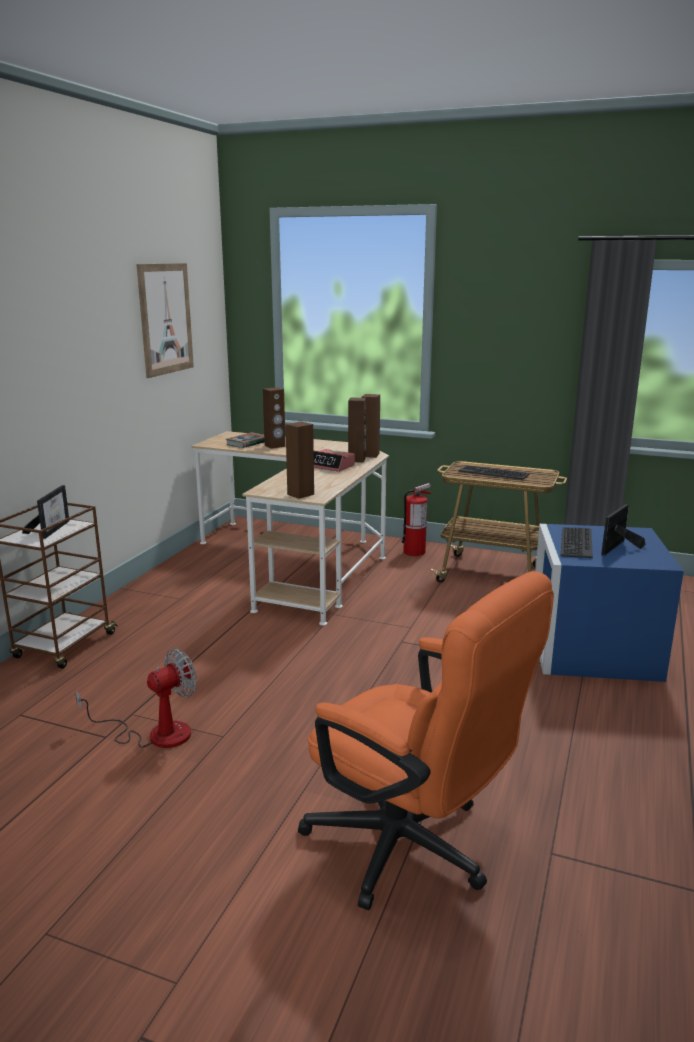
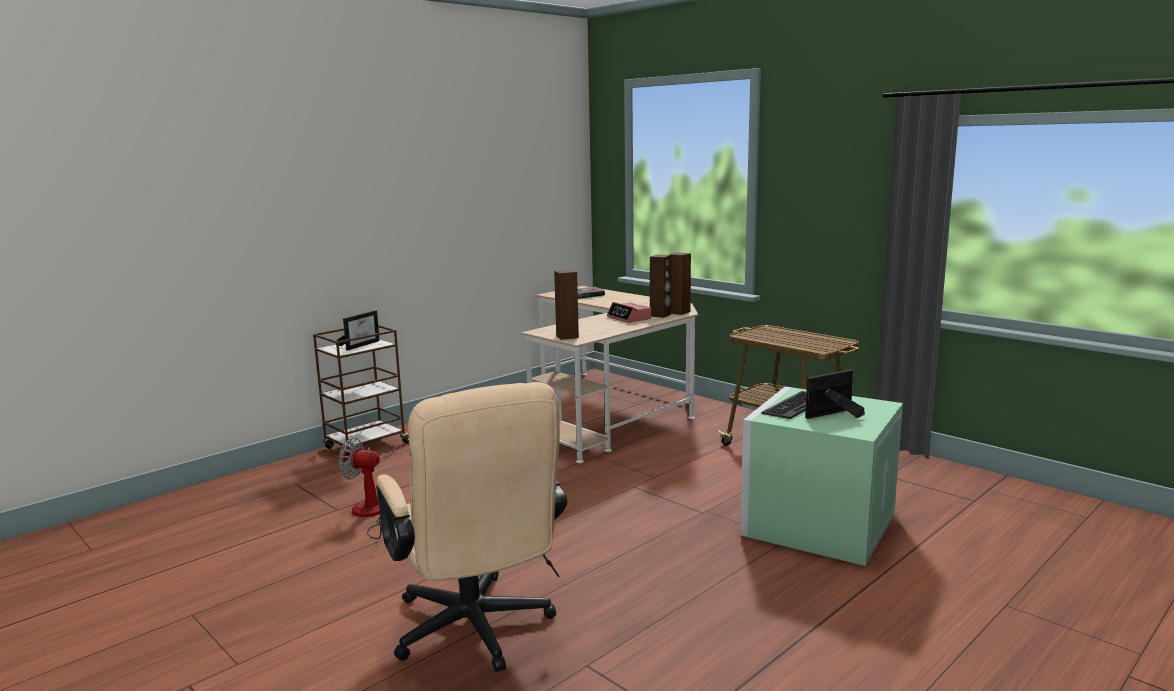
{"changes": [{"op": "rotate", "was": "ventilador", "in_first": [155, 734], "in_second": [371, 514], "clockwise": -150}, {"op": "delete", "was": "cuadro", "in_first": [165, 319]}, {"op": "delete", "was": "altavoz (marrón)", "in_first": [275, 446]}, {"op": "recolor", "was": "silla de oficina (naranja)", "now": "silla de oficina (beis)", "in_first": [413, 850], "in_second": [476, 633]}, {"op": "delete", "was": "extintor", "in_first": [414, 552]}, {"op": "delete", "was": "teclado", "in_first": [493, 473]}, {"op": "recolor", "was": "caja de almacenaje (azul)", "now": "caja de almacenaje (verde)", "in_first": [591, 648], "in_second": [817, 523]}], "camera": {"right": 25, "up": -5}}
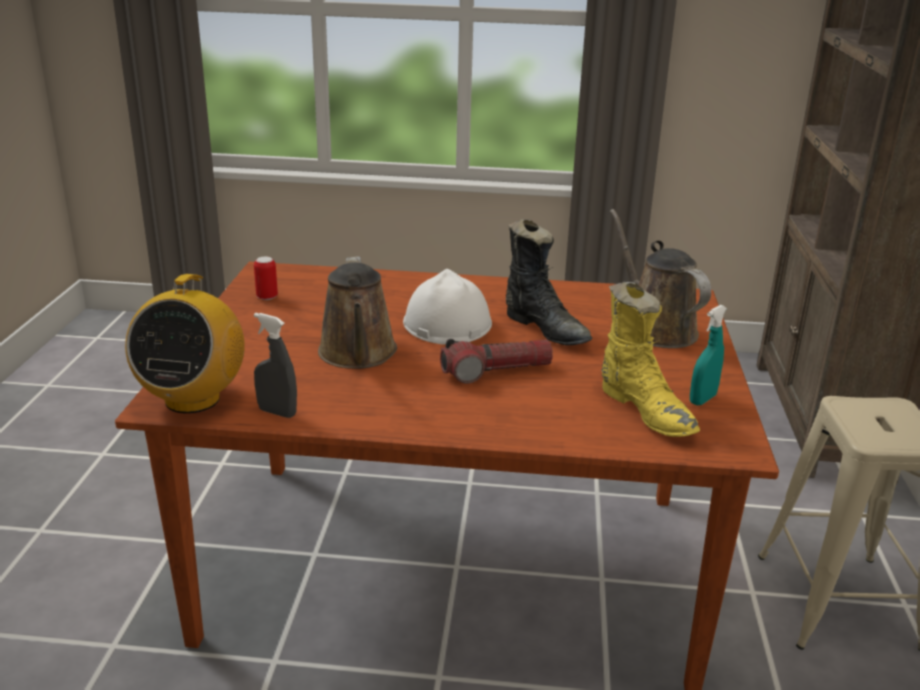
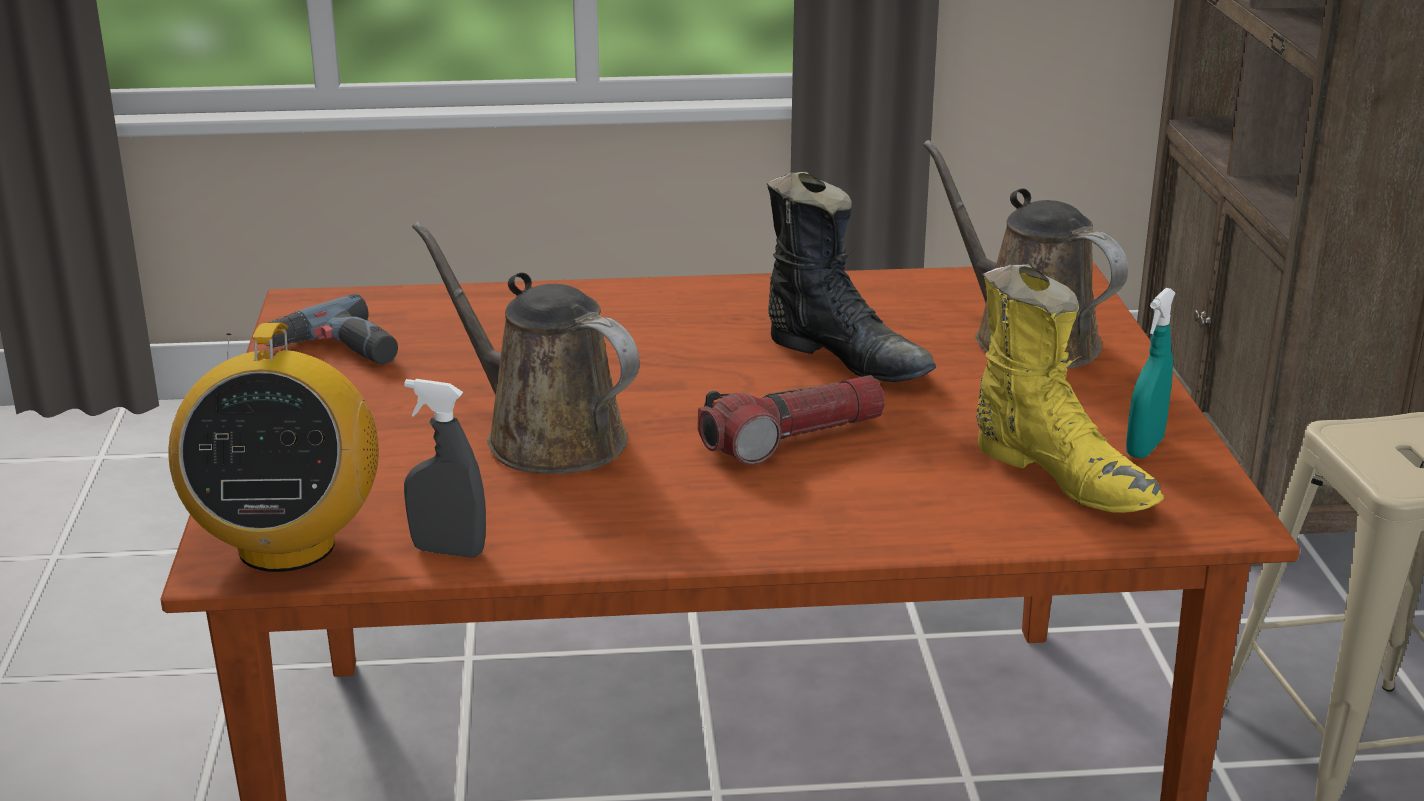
{"changes": [{"op": "replace", "was": "lata", "now": "taladro", "in_first": [267, 297], "in_second": [335, 351]}, {"op": "rotate", "was": "regadera (marrón)", "in_first": [358, 355], "in_second": [545, 436], "clockwise": 150}, {"op": "delete", "was": "casco (blanco)", "in_first": [447, 323]}], "camera": {"right": -10, "up": 0}}
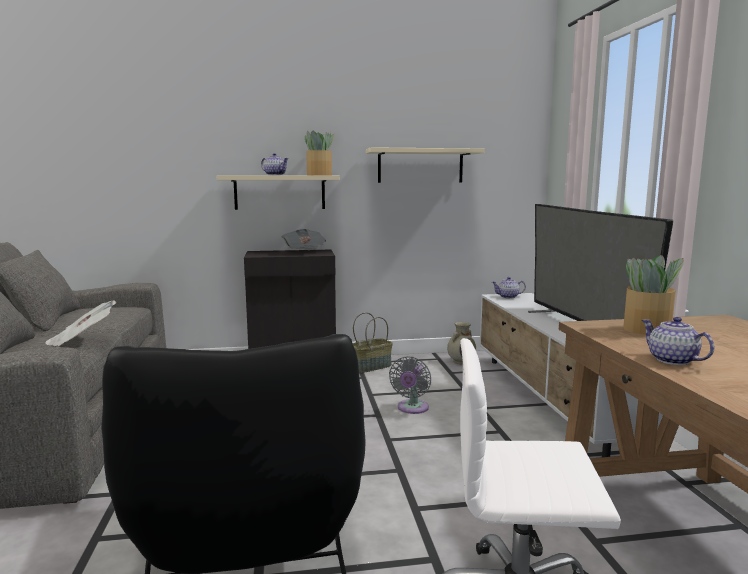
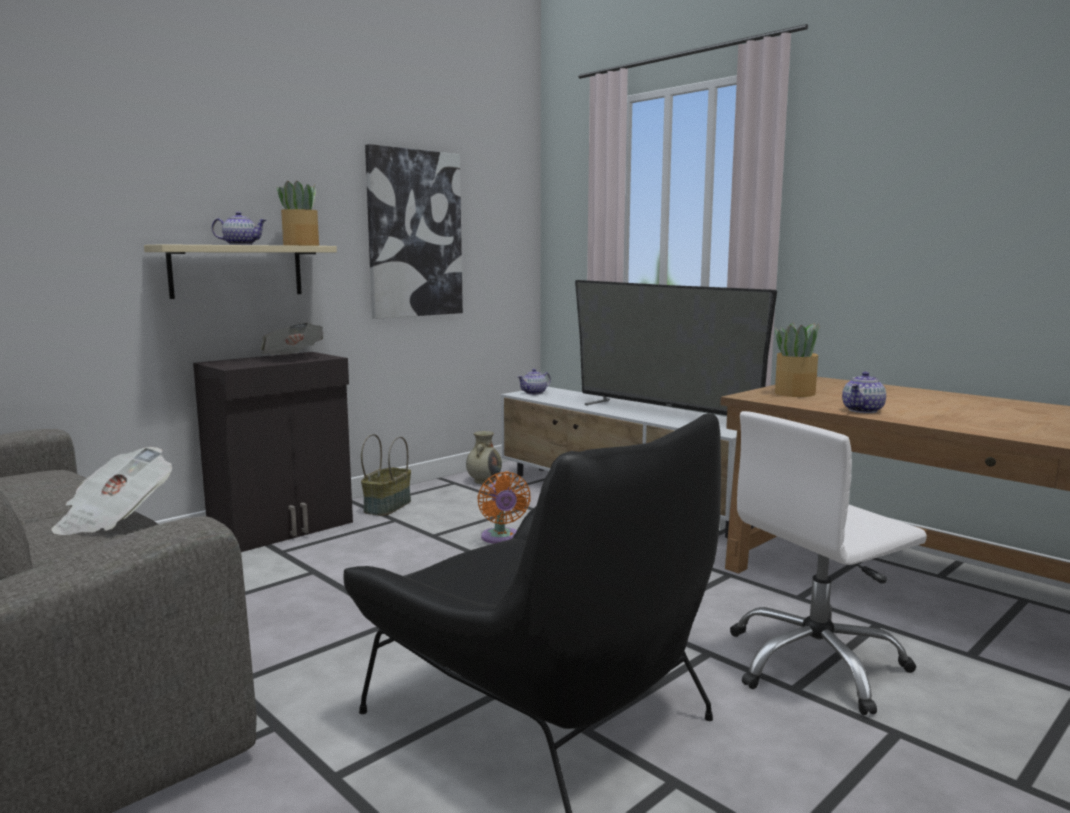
{"changes": [{"op": "replace", "was": "estante (beis)", "now": "cuadro", "in_first": [420, 166], "in_second": [414, 234]}, {"op": "recolor", "was": "ventilador (gris)", "now": "ventilador (naranja)", "in_first": [412, 408], "in_second": [501, 538]}, {"op": "rotate", "was": "tetera", "in_first": [672, 360], "in_second": [863, 410], "clockwise": -75}], "camera": {"right": -35, "up": 0}}
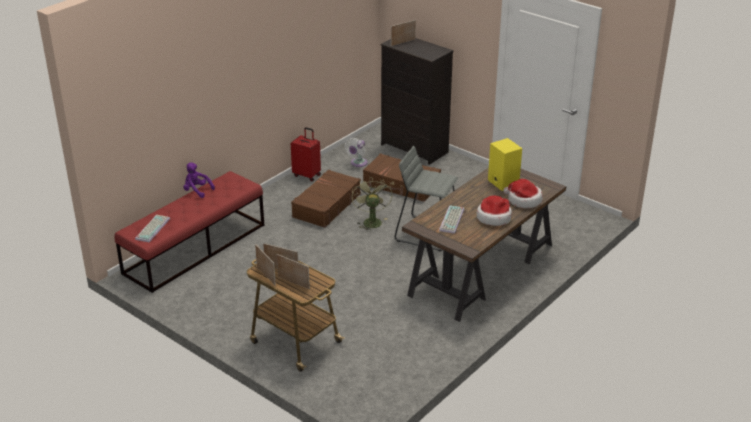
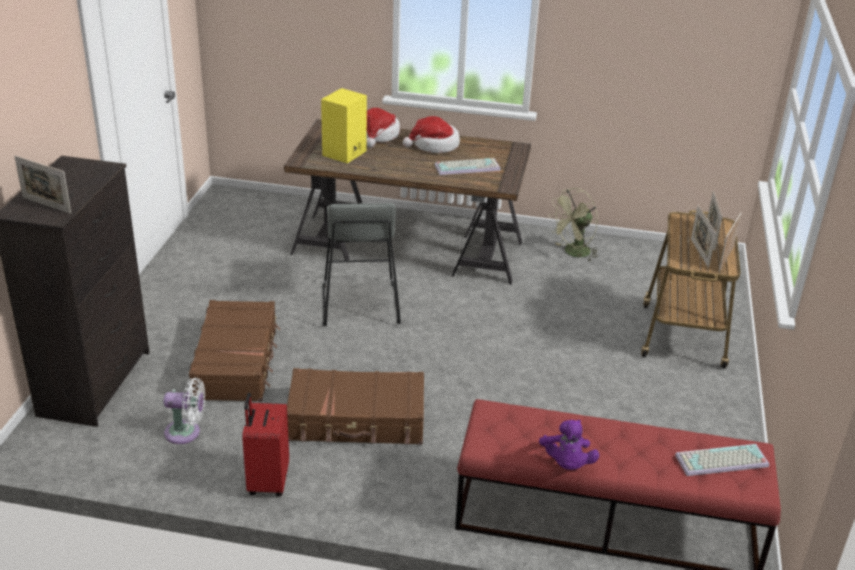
{"changes": [{"op": "move", "was": "ventilador (verde)", "in_first": [371, 221], "in_second": [573, 253]}], "camera": {"right": -120, "up": 0}}
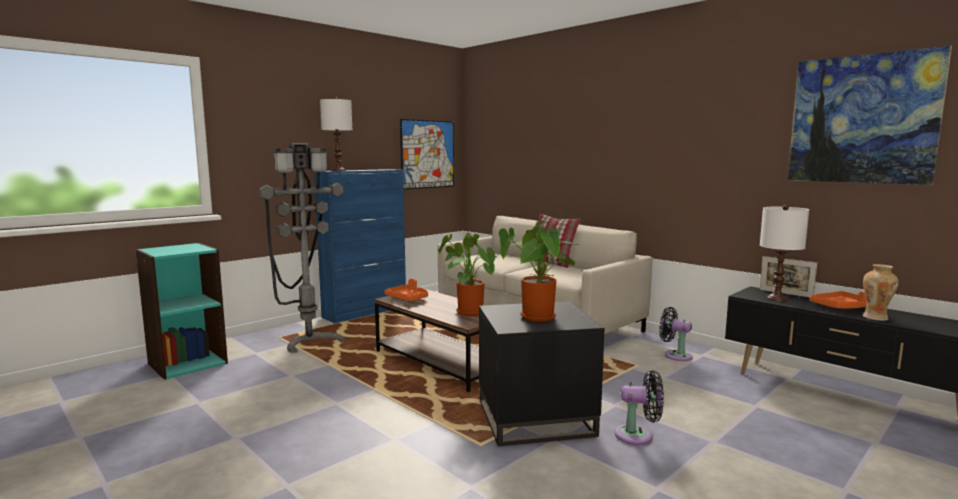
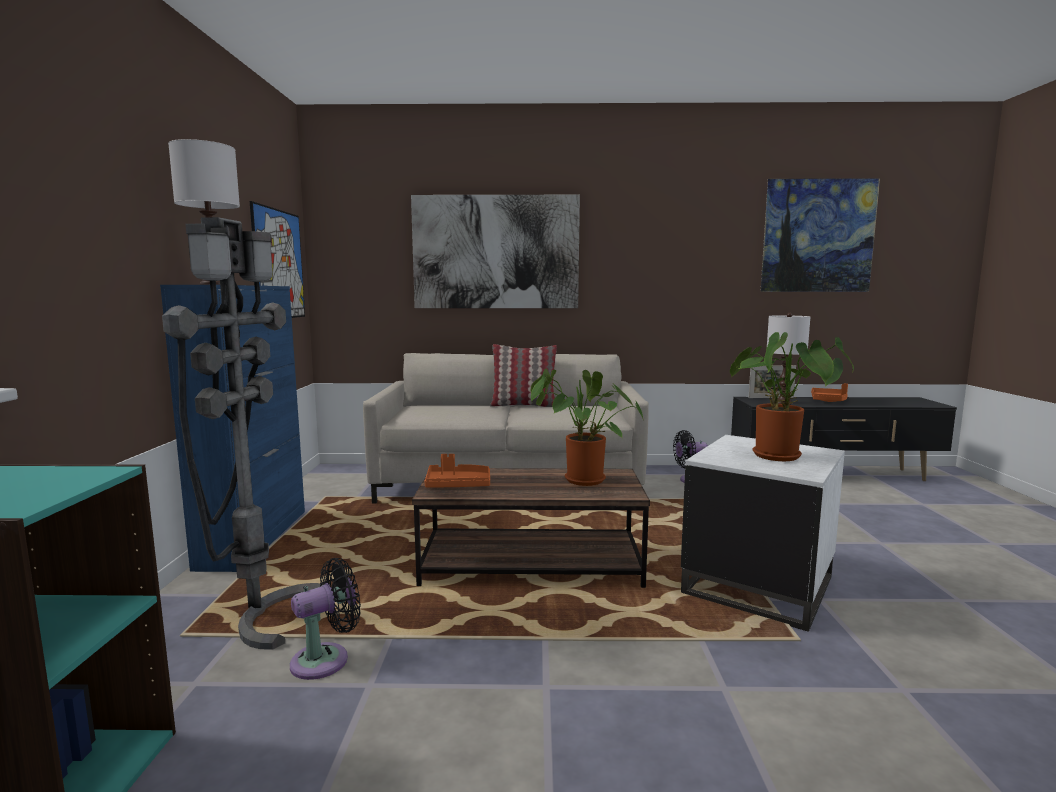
{"changes": [{"op": "recolor", "was": "mesa auxiliar (negro)", "now": "mesa auxiliar (blanco)", "in_first": [535, 418], "in_second": [756, 585]}, {"op": "move", "was": "ventilador (negro)", "in_first": [638, 436], "in_second": [326, 659]}, {"op": "delete", "was": "florero", "in_first": [876, 318]}, {"op": "insert", "now": "cuadro", "in_second": [496, 252]}], "camera": {"right": -45, "up": 0}}
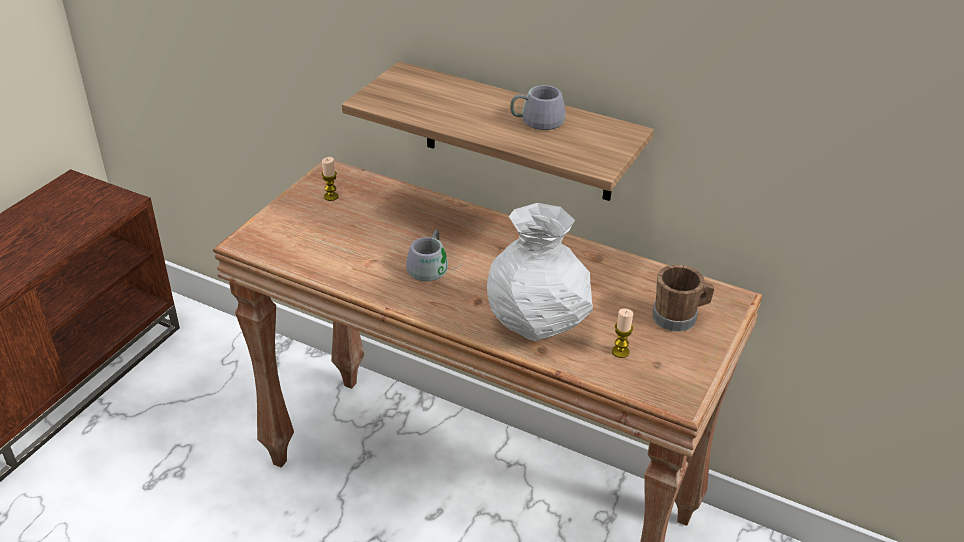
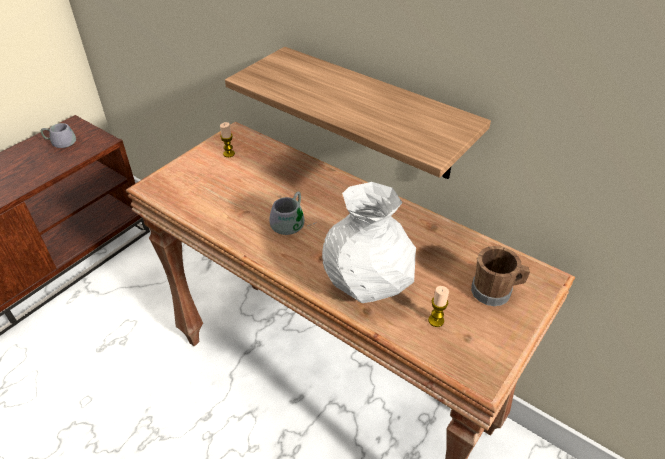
{"changes": [{"op": "move", "was": "taza grande (gris)", "in_first": [535, 118], "in_second": [61, 140]}], "camera": {"right": 10, "up": 5}}
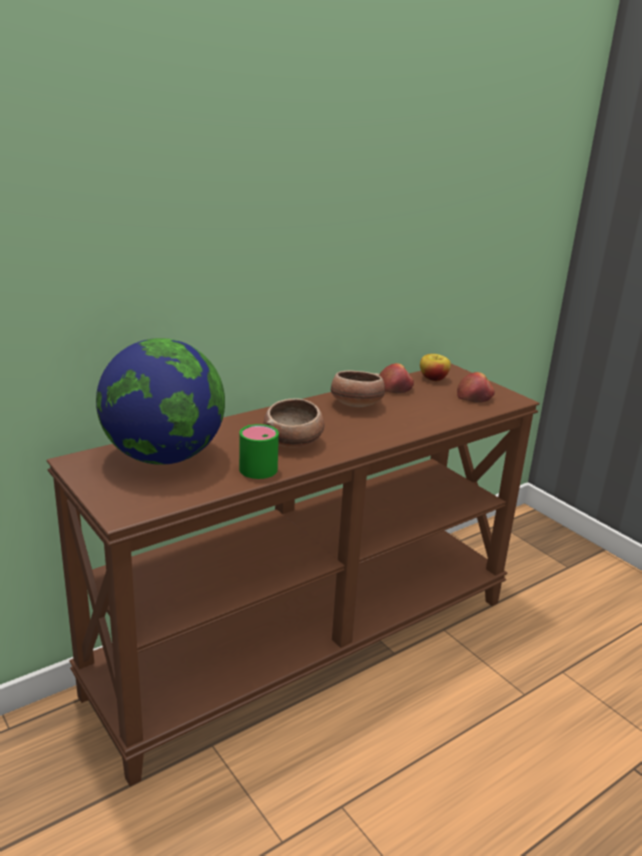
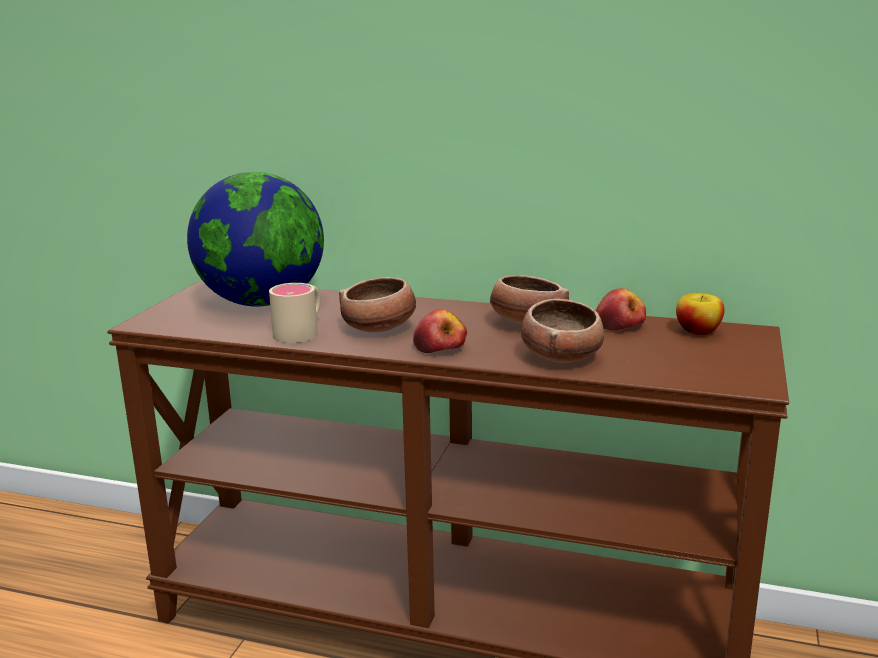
{"changes": [{"op": "recolor", "was": "taza grande (verde)", "now": "taza grande (beis)", "in_first": [255, 465], "in_second": [302, 331]}, {"op": "move", "was": "manzana", "in_first": [475, 397], "in_second": [440, 347]}, {"op": "insert", "now": "cuenco", "in_second": [561, 357]}], "camera": {"right": 55, "up": -5}}
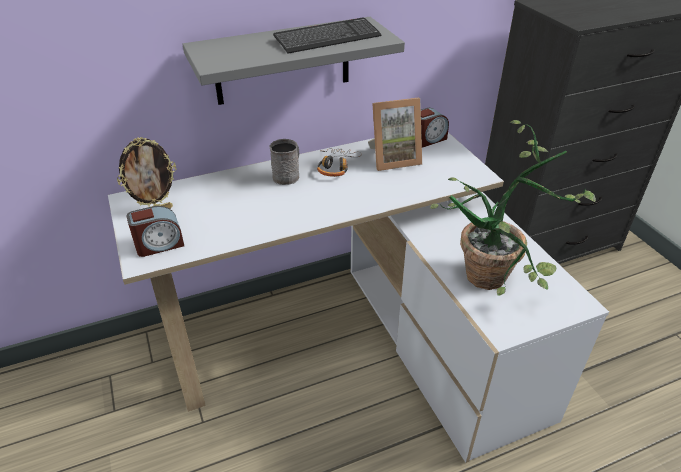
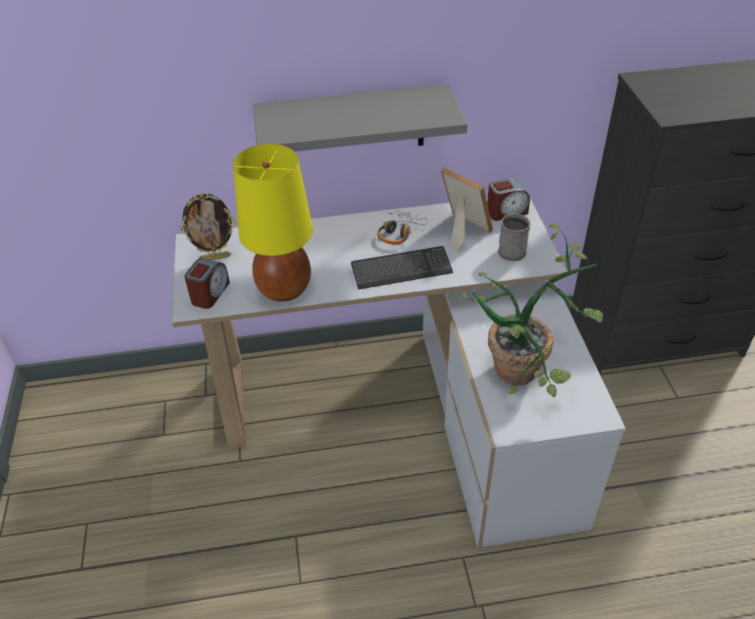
{"changes": [{"op": "rotate", "was": "despertador", "in_first": [159, 245], "in_second": [210, 293], "clockwise": -60}, {"op": "move", "was": "taza grande (gris)", "in_first": [288, 175], "in_second": [514, 250]}, {"op": "move", "was": "teclado", "in_first": [327, 38], "in_second": [401, 269]}, {"op": "rotate", "was": "portarretratos", "in_first": [393, 159], "in_second": [461, 230], "clockwise": -135}, {"op": "insert", "now": "lámpara de mesa (amarillo)", "in_second": [283, 289]}], "camera": {"right": 15, "up": 5}}
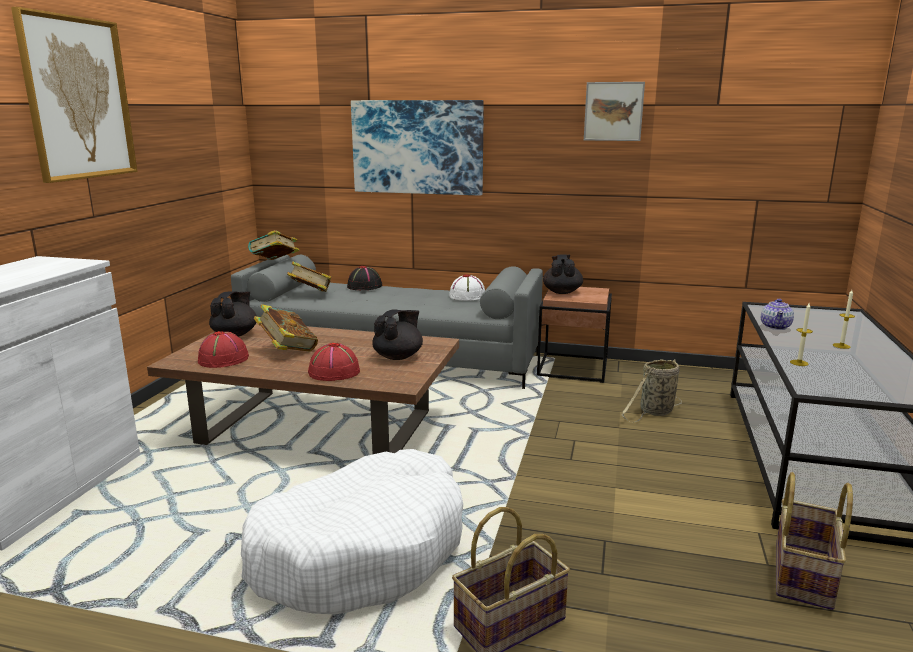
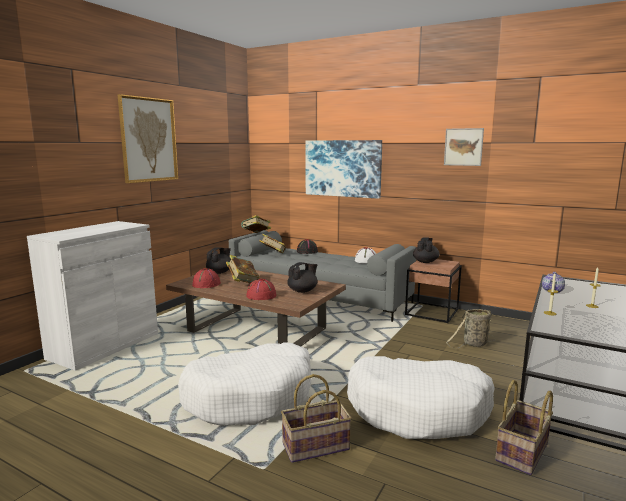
{"changes": [{"op": "insert", "now": "cama para perro (blanco)", "in_second": [418, 410]}], "camera": {"right": 15, "up": -5}}
